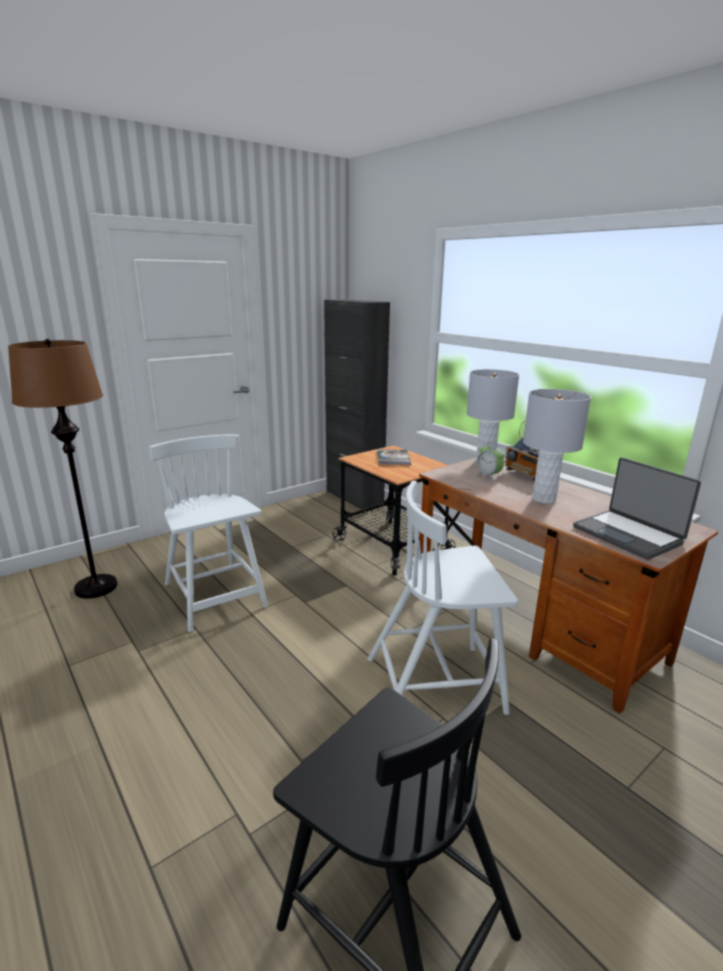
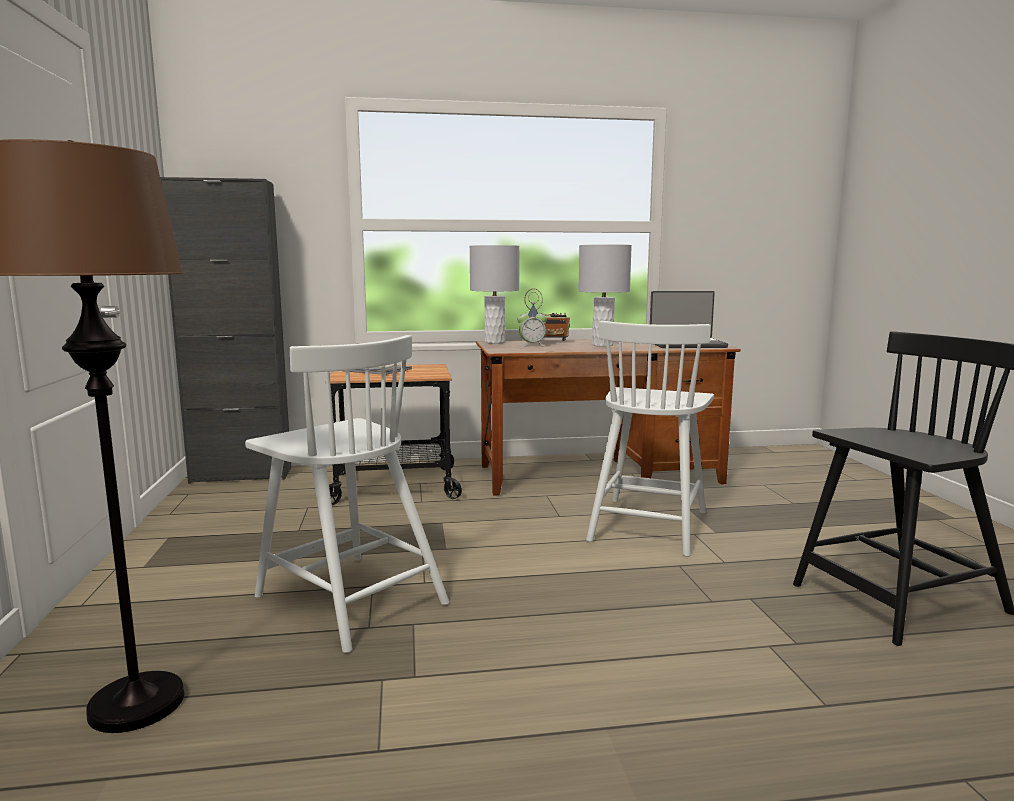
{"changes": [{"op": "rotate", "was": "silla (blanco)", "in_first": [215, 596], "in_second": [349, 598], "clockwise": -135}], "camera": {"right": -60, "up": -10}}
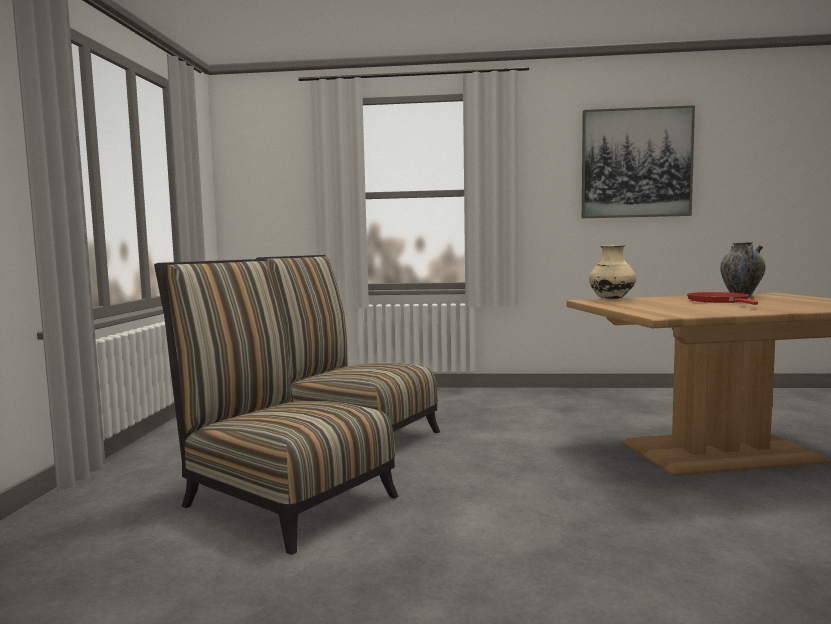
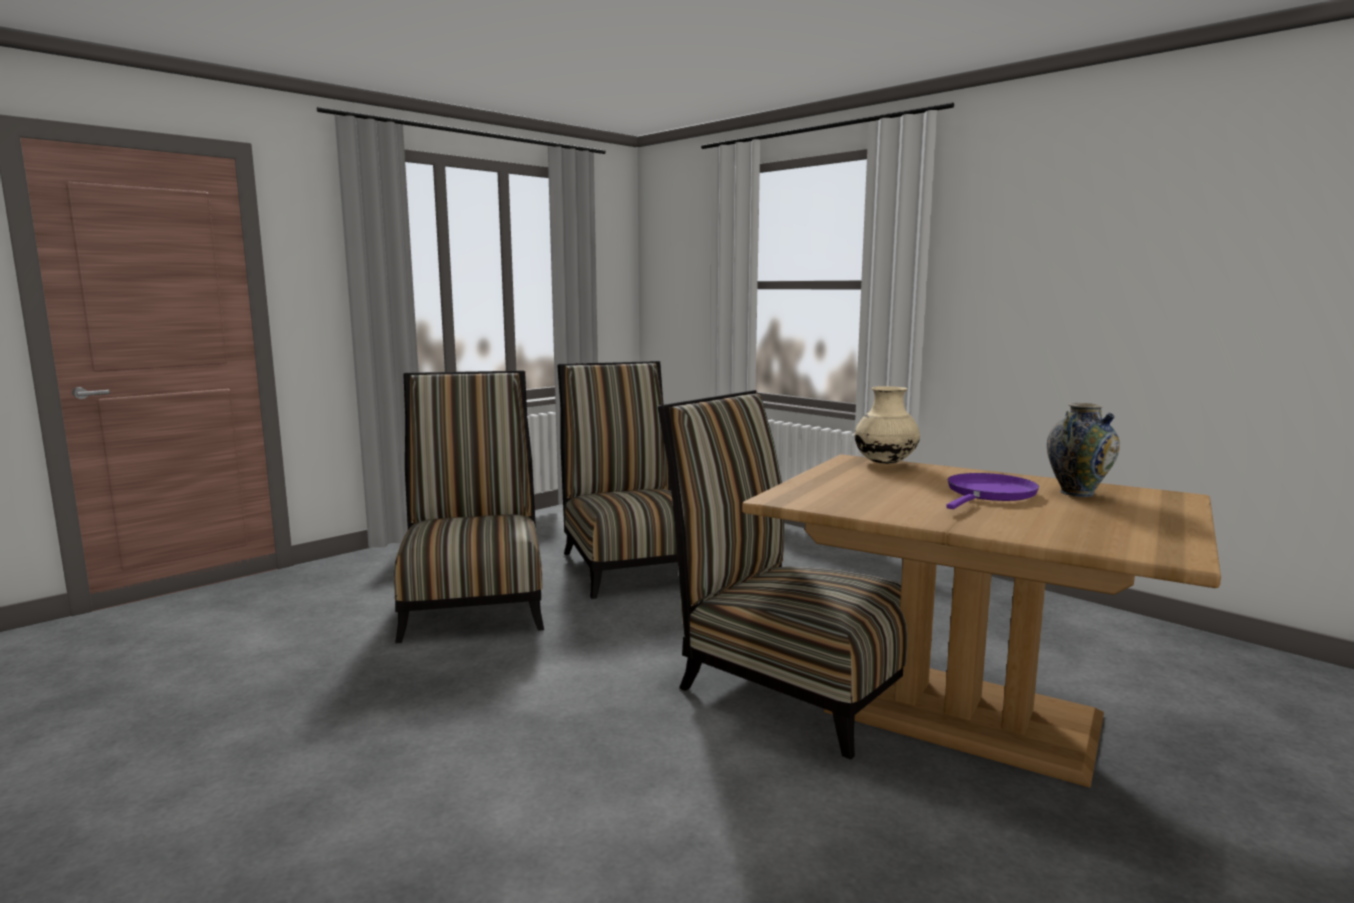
{"changes": [{"op": "delete", "was": "cuadro", "in_first": [636, 163]}, {"op": "recolor", "was": "sartén (rojo)", "now": "sartén (morado)", "in_first": [719, 301], "in_second": [989, 494]}, {"op": "insert", "now": "silla", "in_second": [790, 682]}], "camera": {"right": 40, "up": 5}}
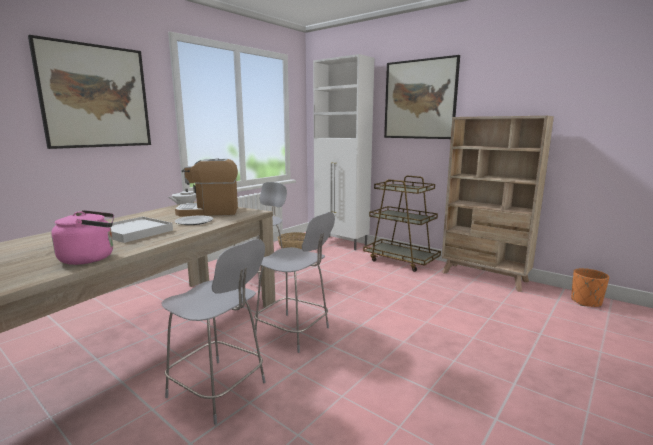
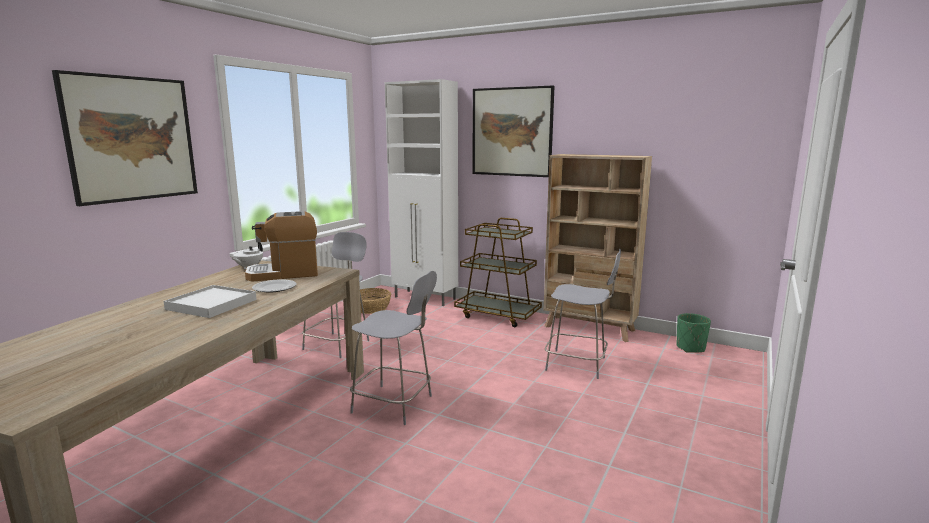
{"changes": [{"op": "delete", "was": "hervidor (rosa)", "in_first": [91, 258]}, {"op": "move", "was": "silla (gris)", "in_first": [219, 391], "in_second": [578, 364]}, {"op": "recolor", "was": "maceta (naranja)", "now": "maceta (verde)", "in_first": [586, 302], "in_second": [690, 348]}], "camera": {"right": -10, "up": 0}}
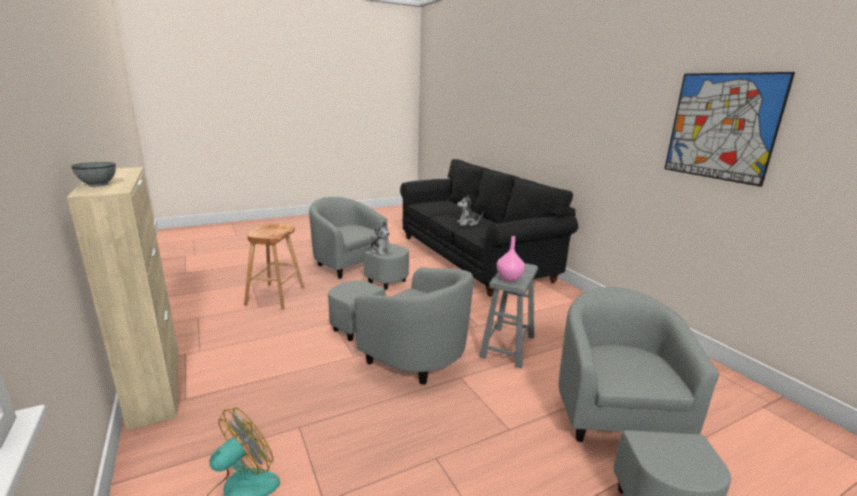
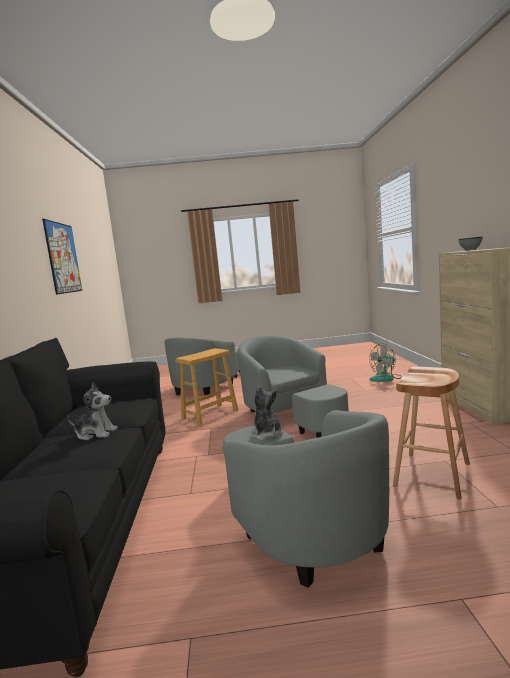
{"changes": [{"op": "recolor", "was": "taburete (gris)", "now": "taburete (marrón)", "in_first": [508, 346], "in_second": [210, 414]}, {"op": "delete", "was": "florero (rosa)", "in_first": [509, 278]}], "camera": {"right": -155, "up": -10}}
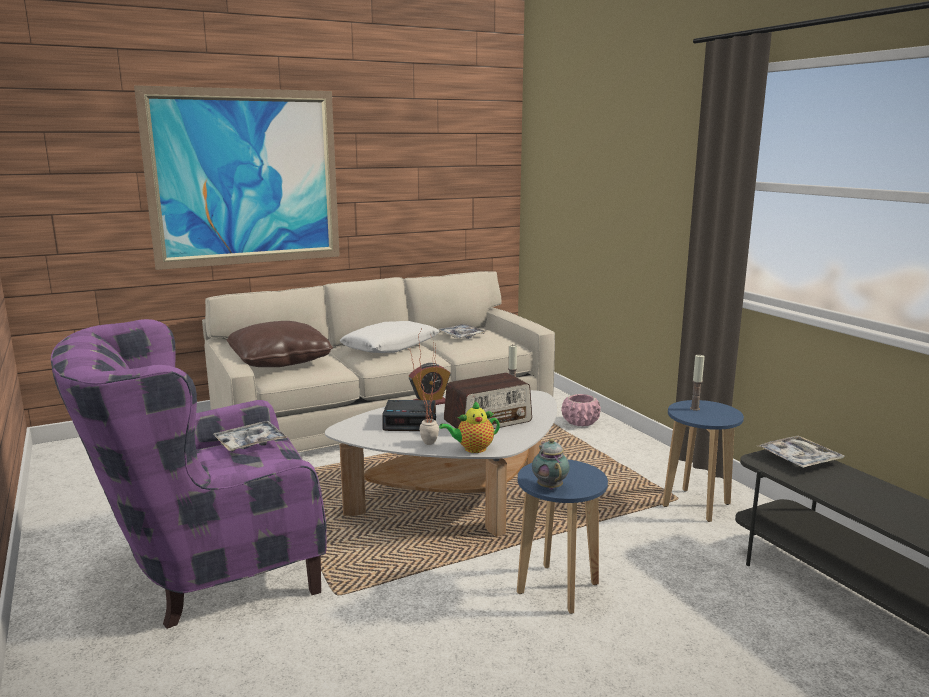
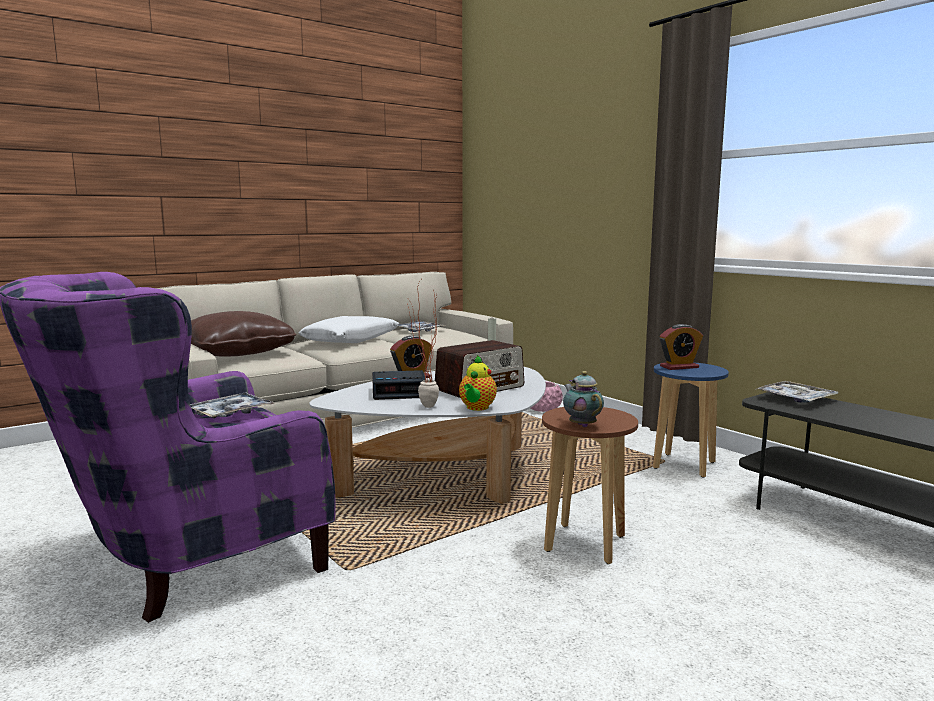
{"changes": [{"op": "delete", "was": "cuadro", "in_first": [245, 178]}, {"op": "rotate", "was": "tetera", "in_first": [472, 449], "in_second": [476, 408], "clockwise": -45}, {"op": "recolor", "was": "taburete (azul)", "now": "taburete (marrón)", "in_first": [558, 588], "in_second": [585, 543]}, {"op": "replace", "was": "vela", "now": "despertador", "in_first": [694, 408], "in_second": [679, 367]}], "camera": {"right": -10, "up": -5}}
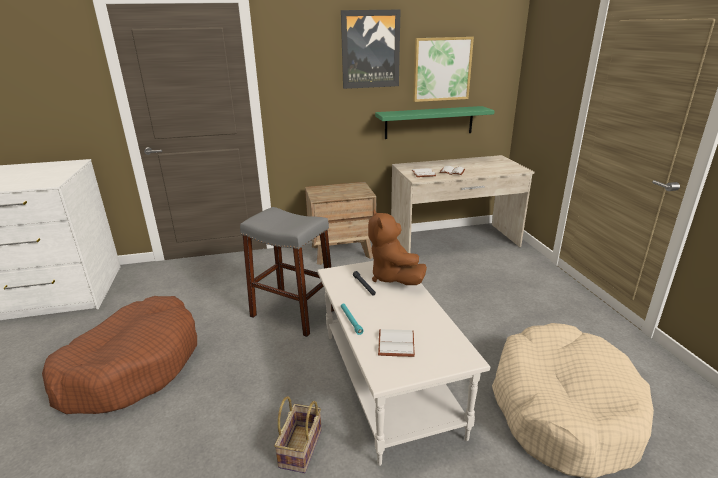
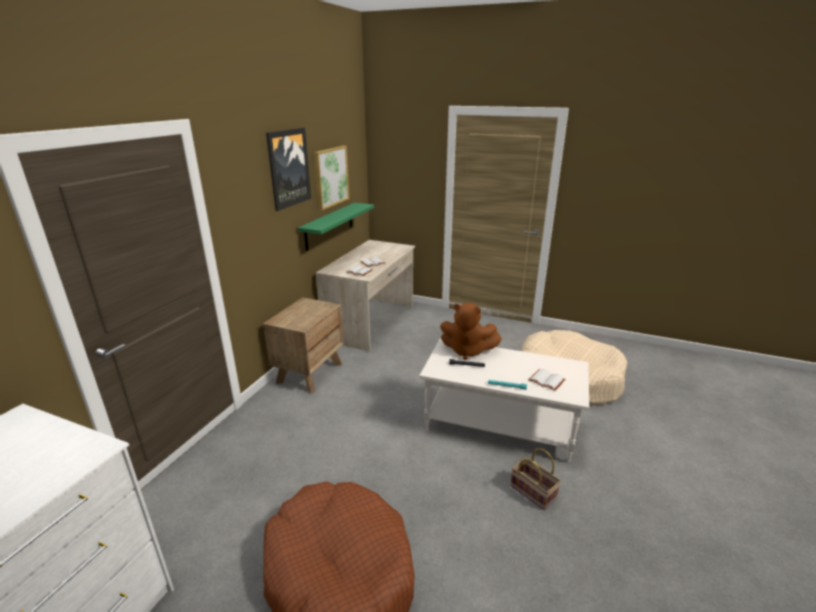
{"changes": [{"op": "delete", "was": "taburete (gris)", "in_first": [293, 313]}], "camera": {"right": -55, "up": 0}}
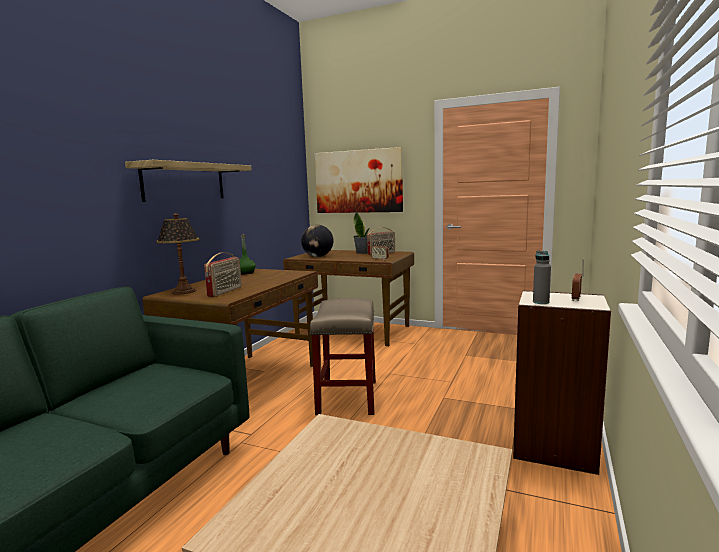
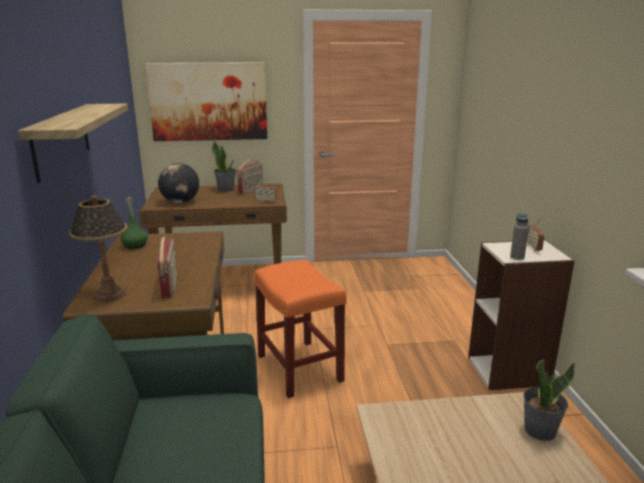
{"changes": [{"op": "recolor", "was": "taburete (beis)", "now": "taburete (naranja)", "in_first": [347, 397], "in_second": [300, 368]}, {"op": "insert", "now": "planta en maceta", "in_second": [539, 430]}], "camera": {"right": -30, "up": 10}}
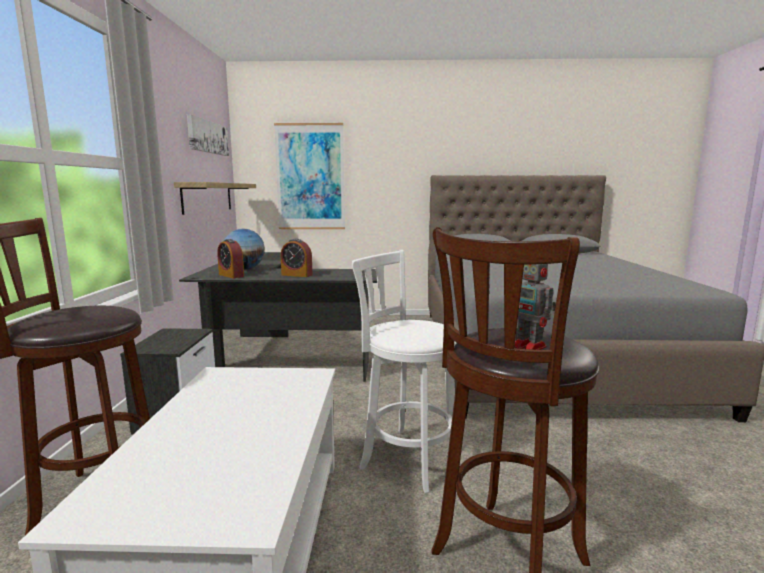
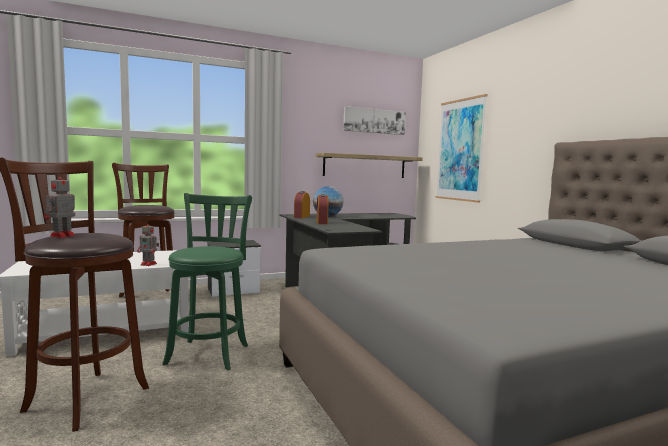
{"changes": [{"op": "recolor", "was": "taburete (blanco)", "now": "taburete (verde)", "in_first": [406, 456], "in_second": [209, 352]}, {"op": "insert", "now": "robot de juguete", "in_second": [149, 264]}], "camera": {"right": 65, "up": -5}}
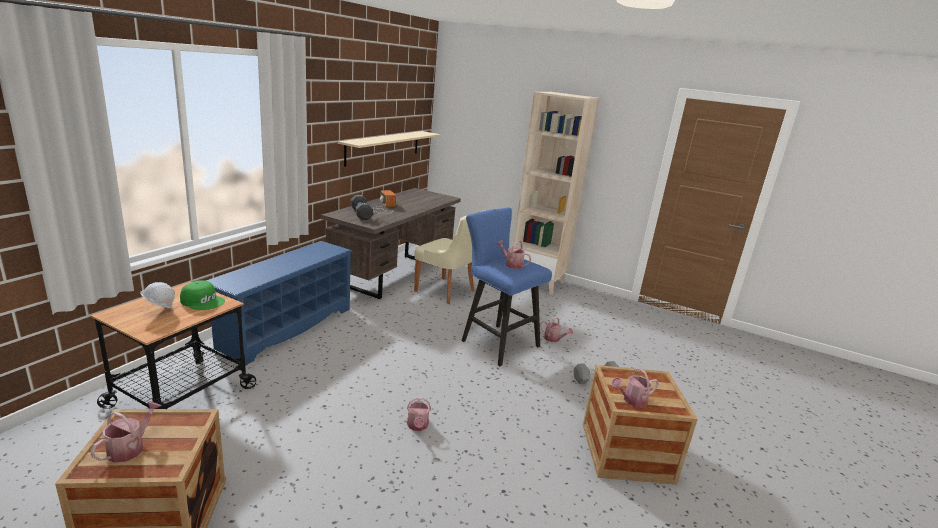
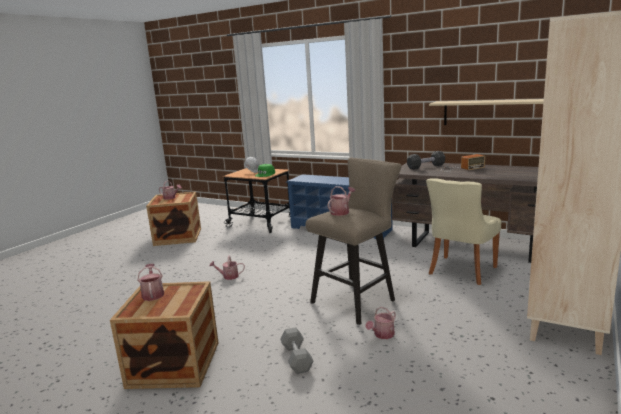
{"changes": [{"op": "recolor", "was": "taburete (azul)", "now": "taburete (beis)", "in_first": [495, 342], "in_second": [357, 300]}], "camera": {"right": 95, "up": -5}}
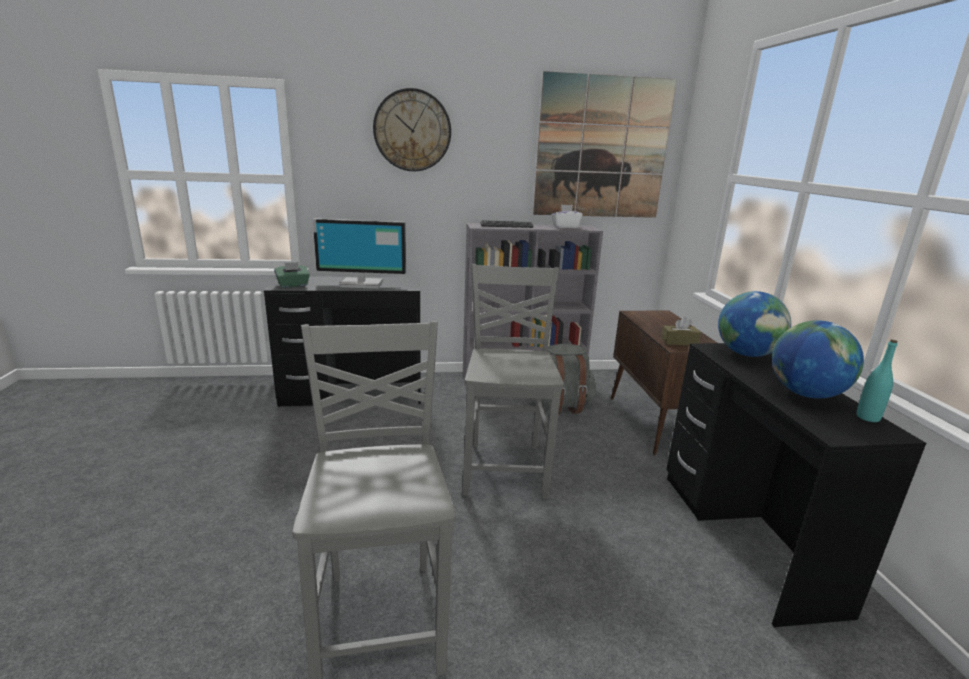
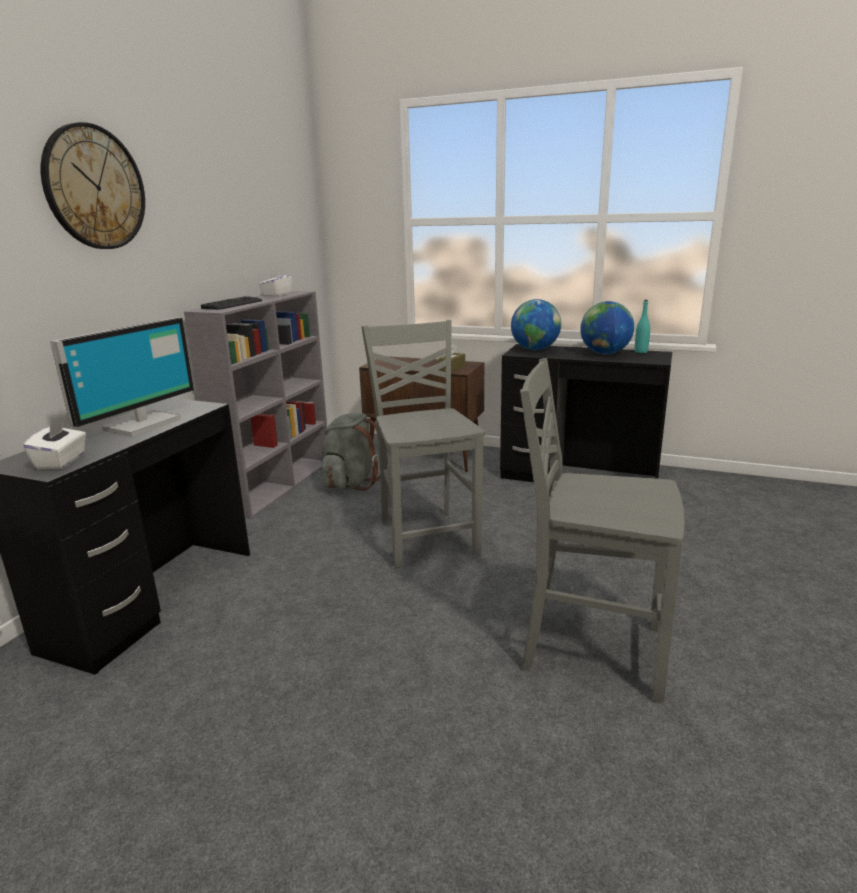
{"changes": [{"op": "recolor", "was": "caja de pañuelos (verde)", "now": "caja de pañuelos (blanco)", "in_first": [293, 285], "in_second": [61, 461]}, {"op": "rotate", "was": "silla (gris)", "in_first": [505, 468], "in_second": [426, 537], "clockwise": 45}, {"op": "delete", "was": "cuadro", "in_first": [602, 148]}], "camera": {"right": -60, "up": 0}}
